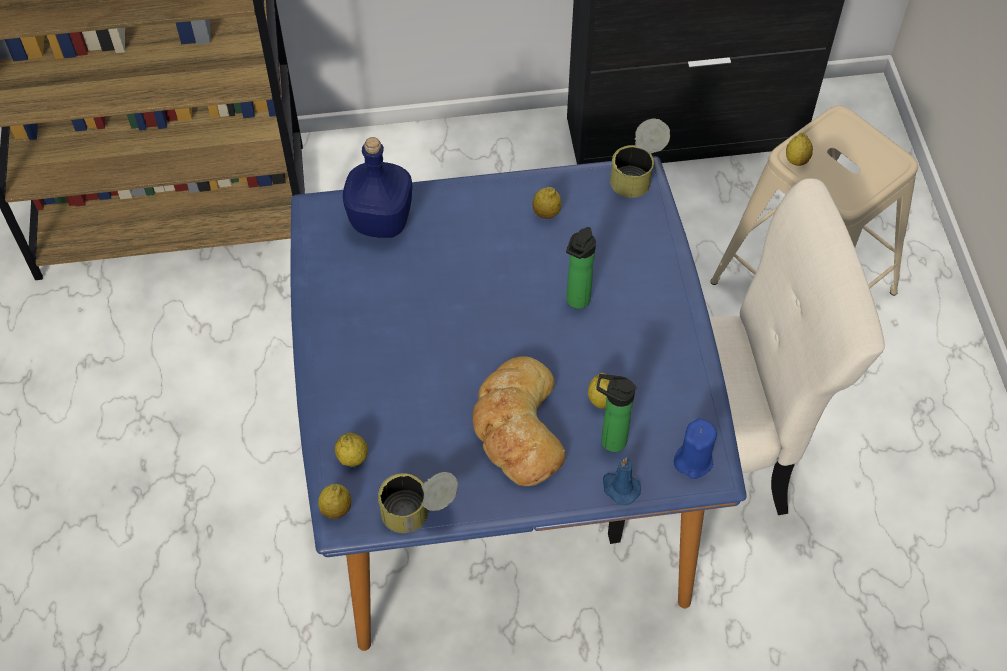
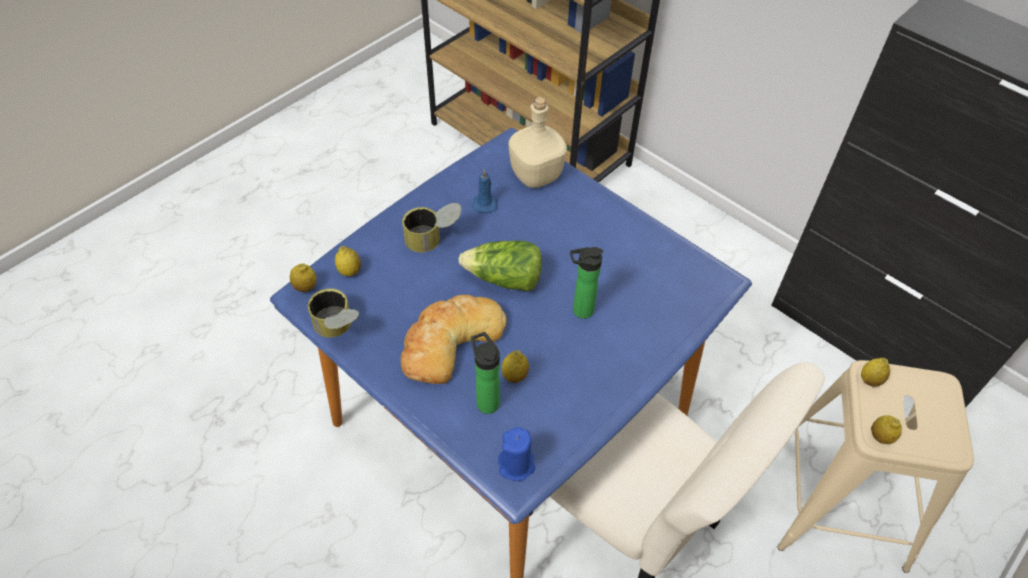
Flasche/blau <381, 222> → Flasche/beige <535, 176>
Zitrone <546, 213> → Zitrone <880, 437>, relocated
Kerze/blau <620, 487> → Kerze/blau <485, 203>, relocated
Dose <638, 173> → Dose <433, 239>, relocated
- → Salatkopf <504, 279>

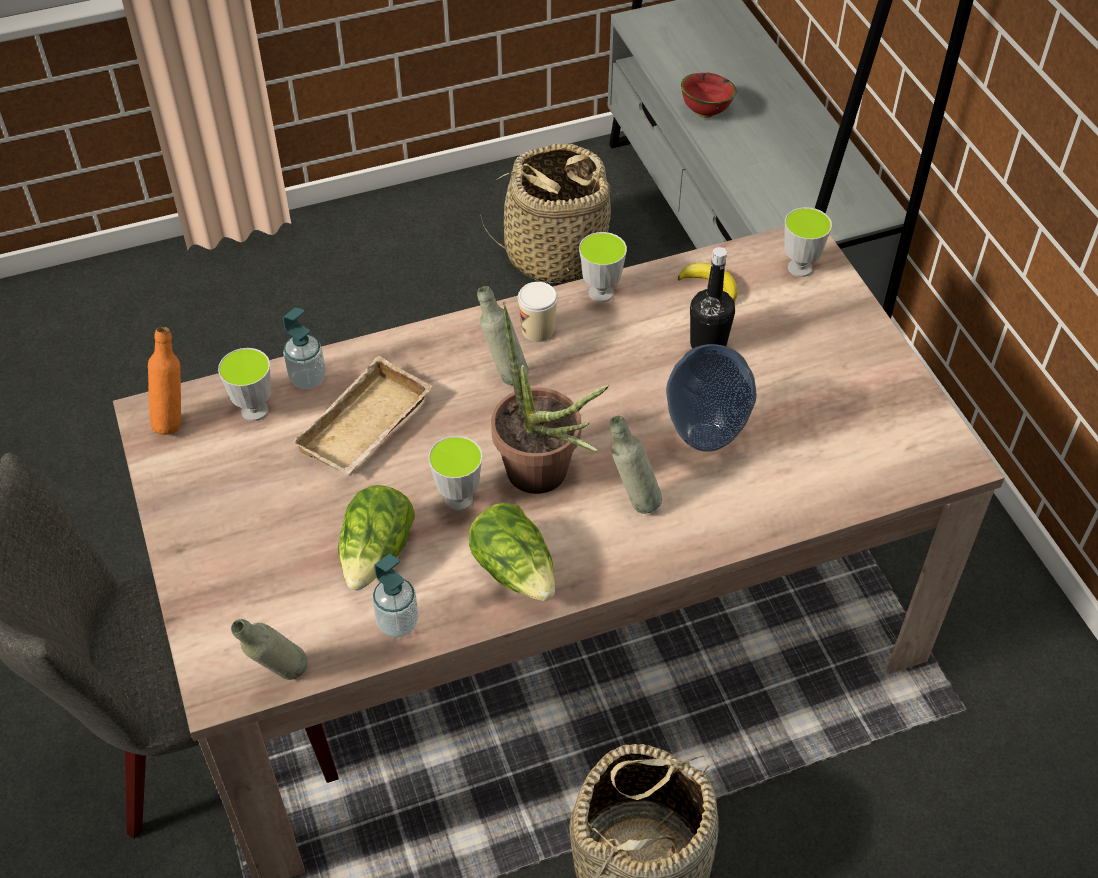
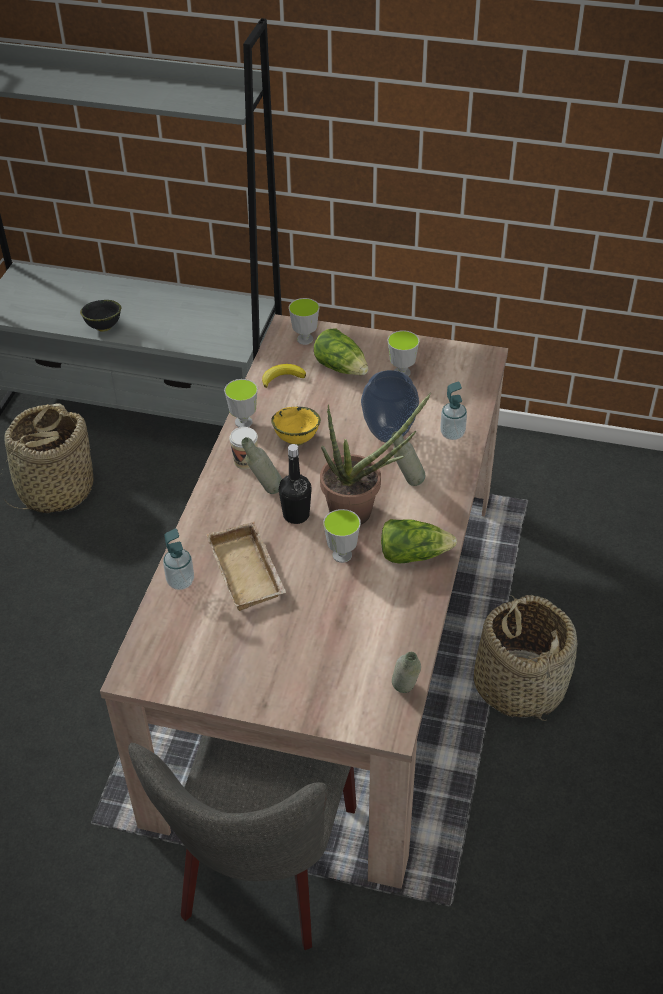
Flasche/orange <174, 419> → -
Tasse <254, 410> → Tasse <402, 373>, relocated
Salatkopf <377, 554> → Salatkopf <341, 368>, relocated
Seifenspender <398, 623> → Seifenspender <452, 433>, relocated
Schüssel/rot <704, 111> → Schüssel/schwarz <103, 327>
Flasche/schwarz <708, 345> → Flasche/schwarz <296, 515>, relocated
- → Schüssel/gelb <295, 440>

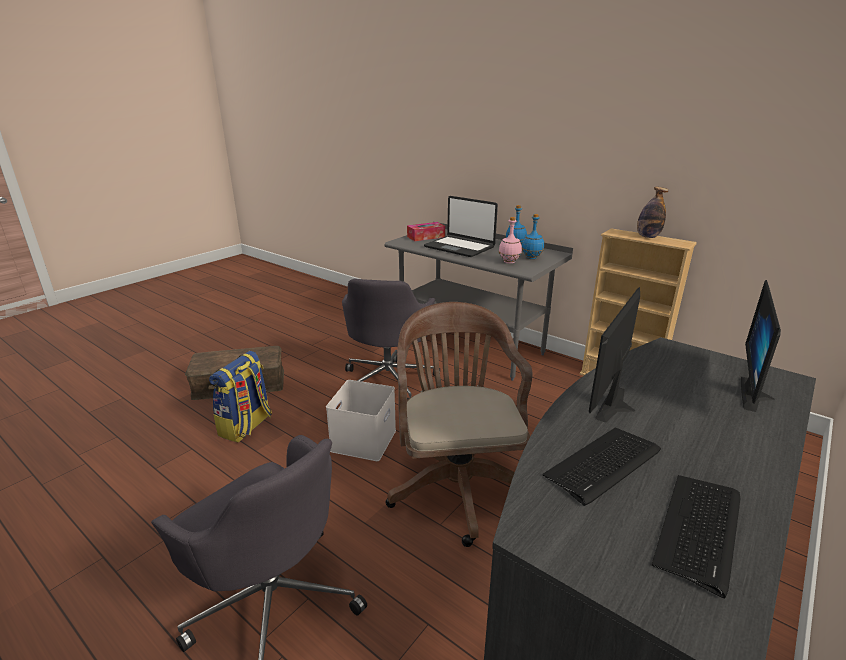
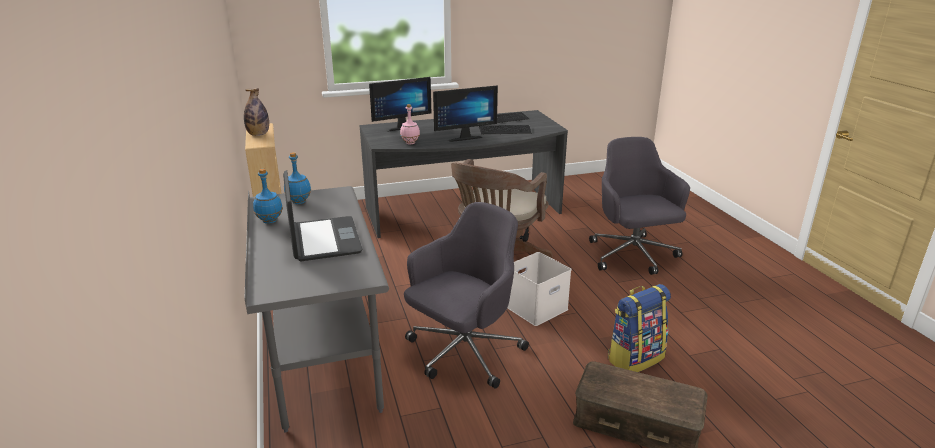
Taschentuchbox <426, 237> → -
Flasche/rosa <509, 262> → Flasche/rosa <410, 143>, relocated

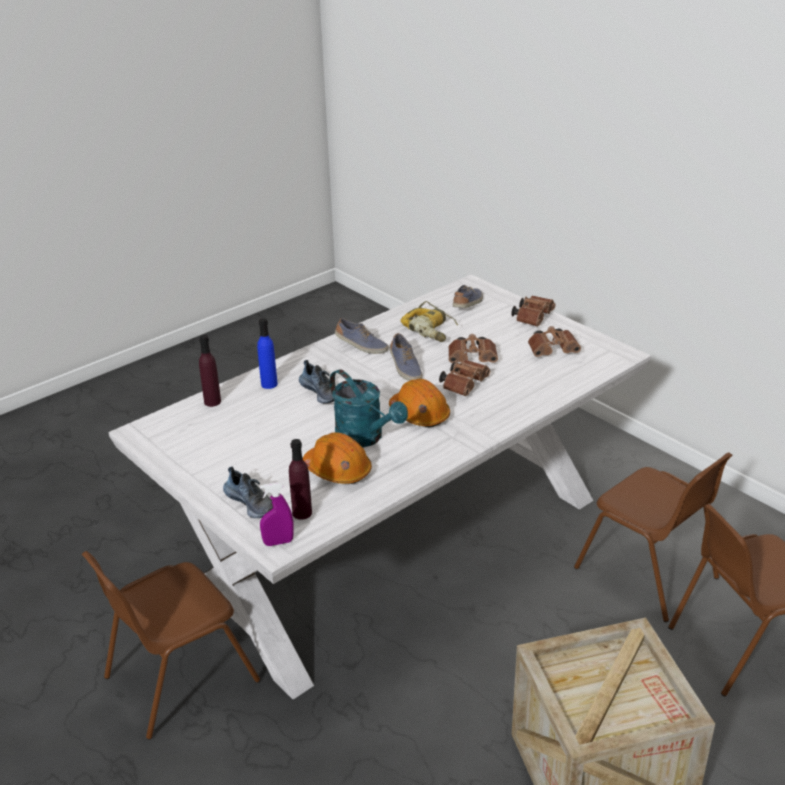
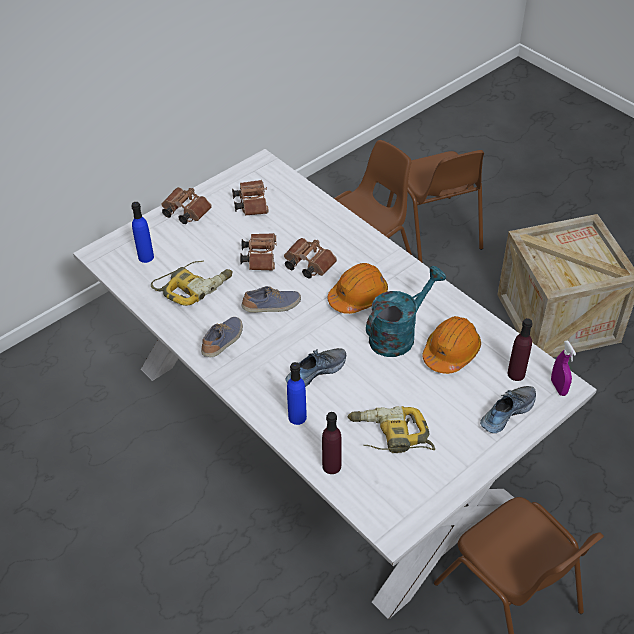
Schuh <468, 304> → Flasche/blau <146, 257>
- → Bohrmaschine <390, 436>

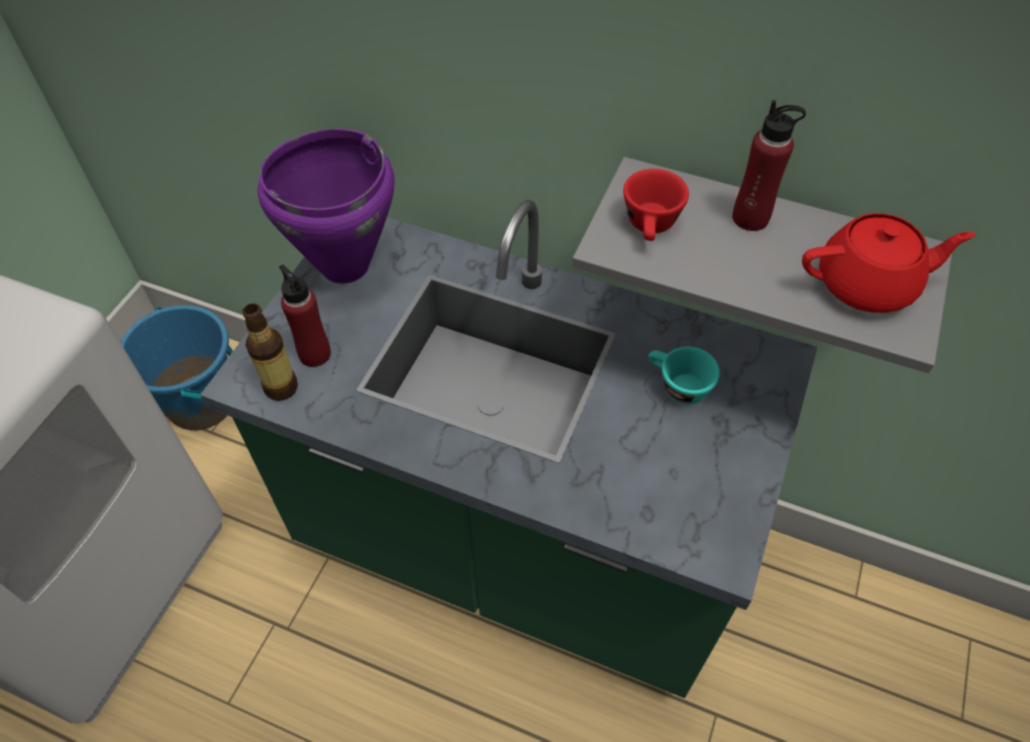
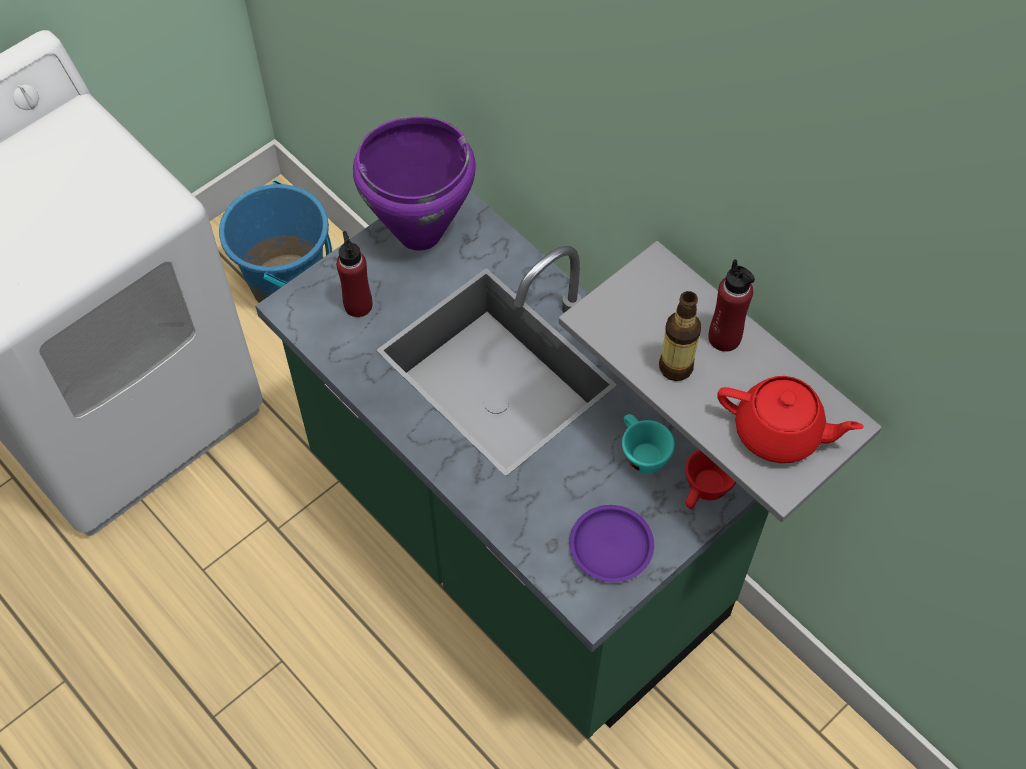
Flasche <281, 387> → Flasche <675, 367>, relocated
Tasse/rot <651, 227> → Tasse/rot <704, 491>, relocated
- → Teller/lila <610, 546>

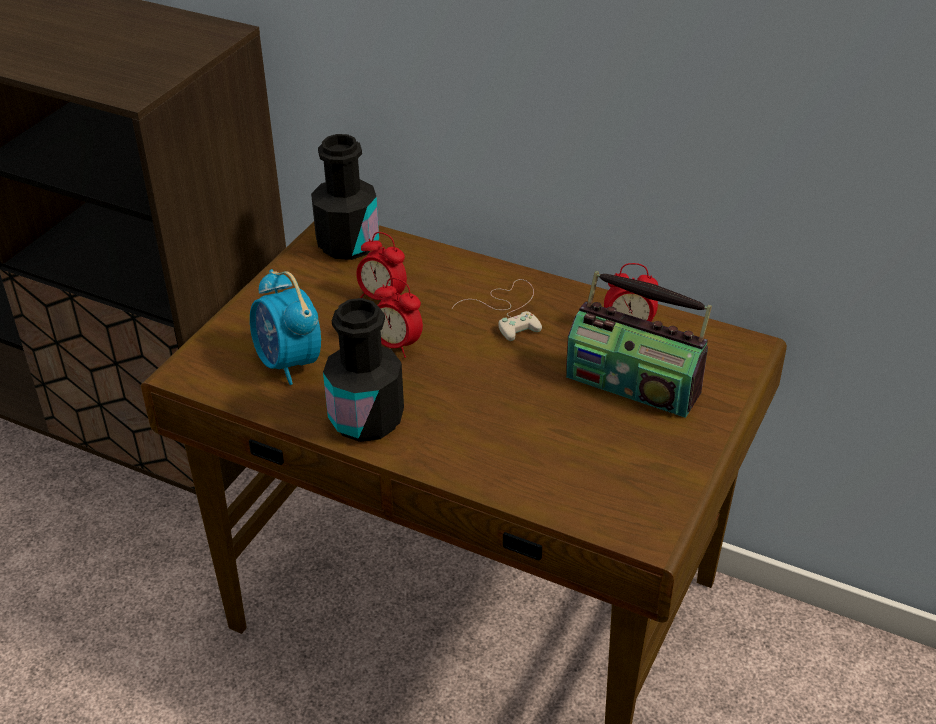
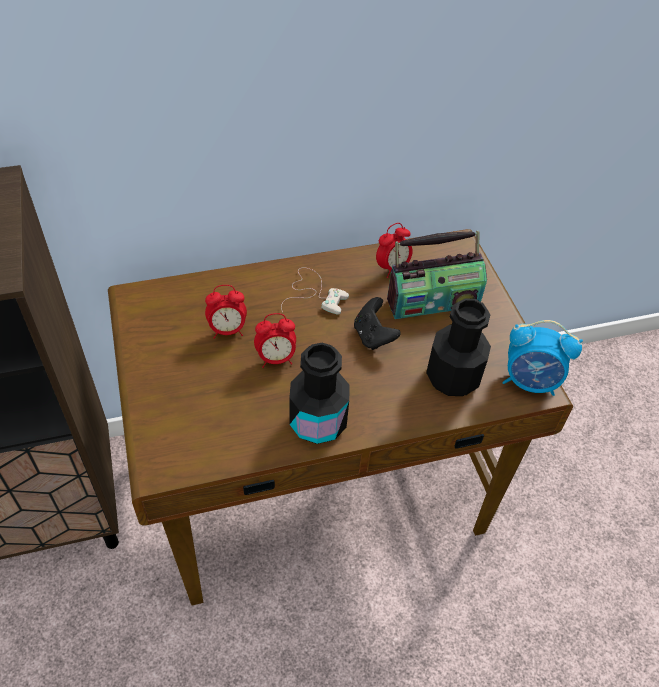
Wecker <289, 363> → Wecker <530, 382>, relocated
Flasche/schwarz <347, 244> → Flasche/schwarz <453, 377>, relocated
- → Gamepad/schwarz <373, 336>

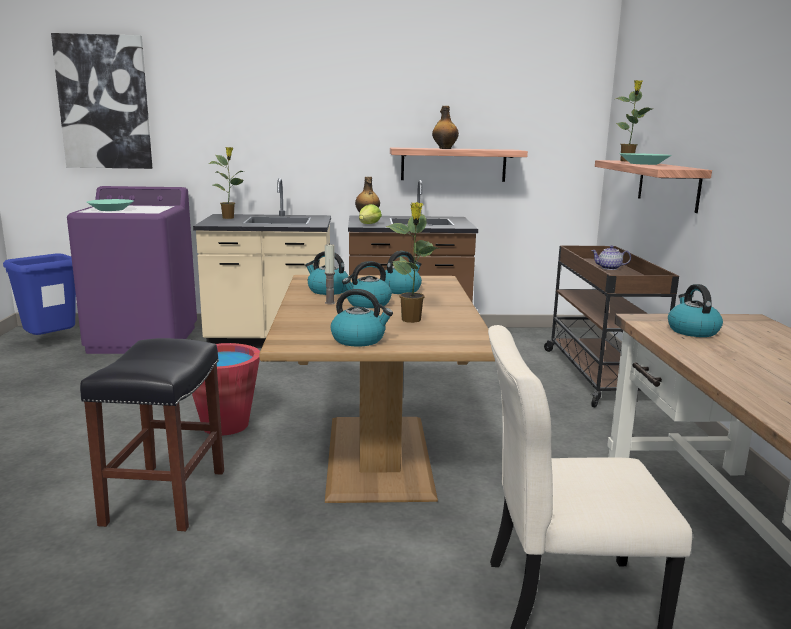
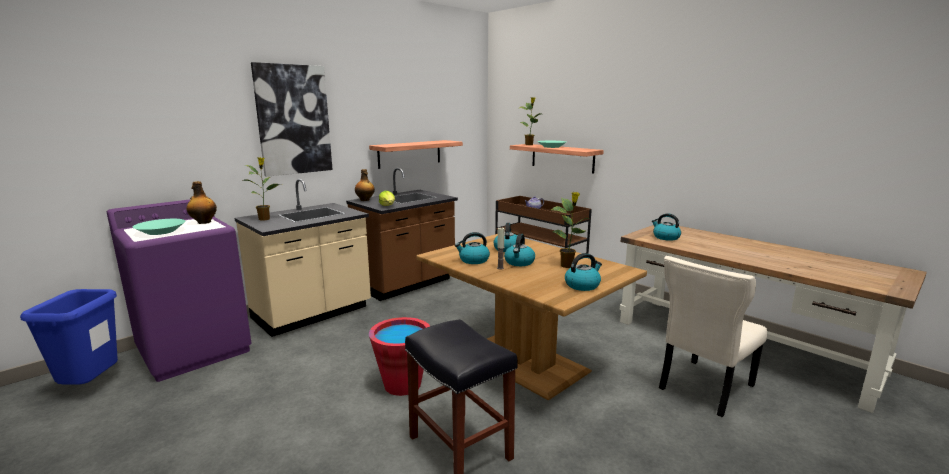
Bild <104, 103> → Bild <293, 120>, relocated
Flasche <444, 148> → Flasche <203, 222>, relocated

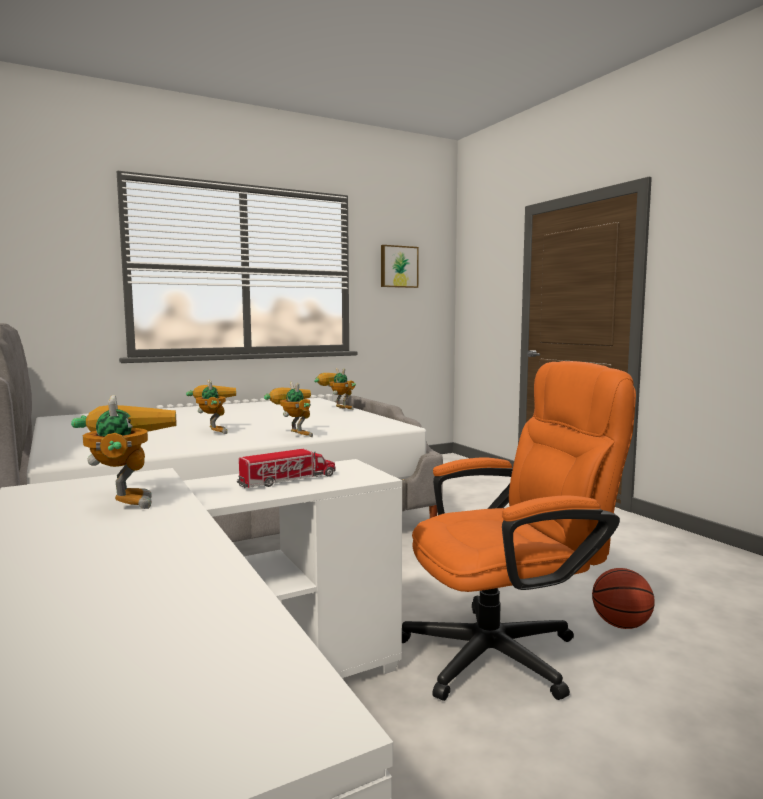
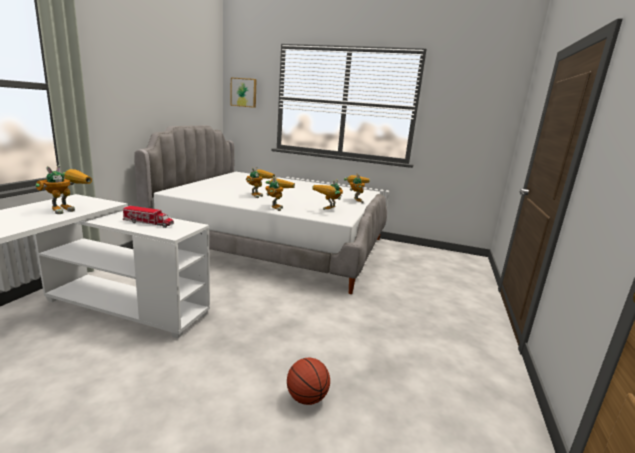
Bild <398, 267> → Bild <244, 92>, relocated
Bürostuhl/orange <507, 651> → -
- → Spielzeugroboter <328, 211>

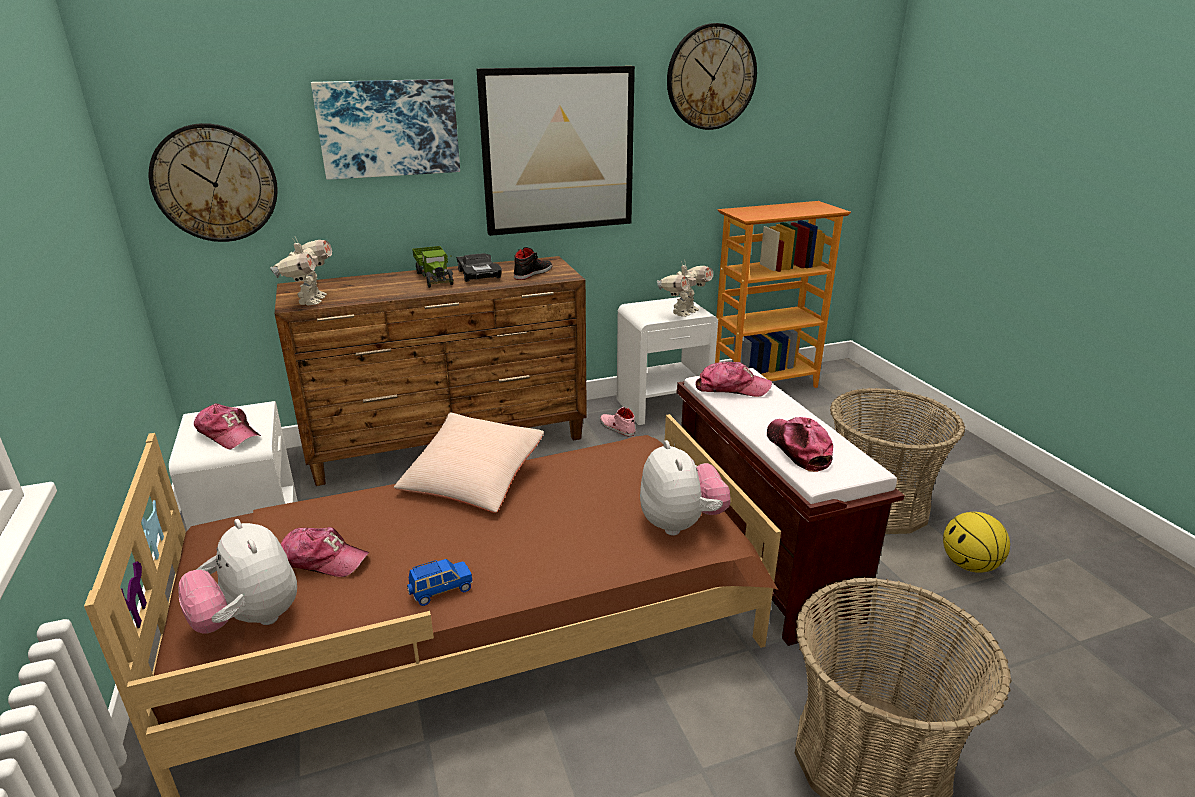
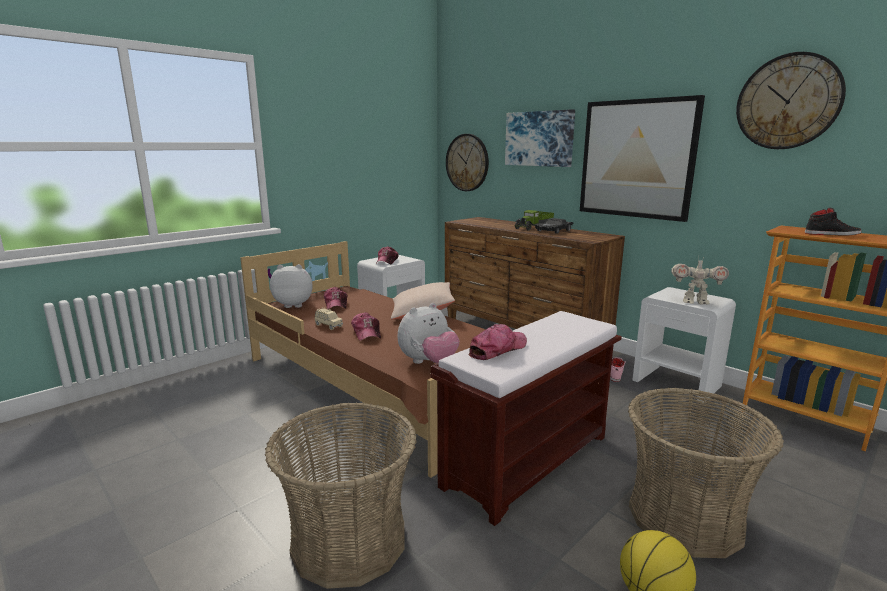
Plüschtier <250, 620> → Plüschtier <294, 305>, 60 degrees clockwise
Spielzeugroboter <310, 301> → -
Spielzeugauto/blau <440, 591> → Spielzeugauto/beige <328, 326>
Schuh/schwarz <532, 273> → Schuh/schwarz <831, 234>, relocated
Kappe <731, 388> → Kappe <367, 333>, relocated

